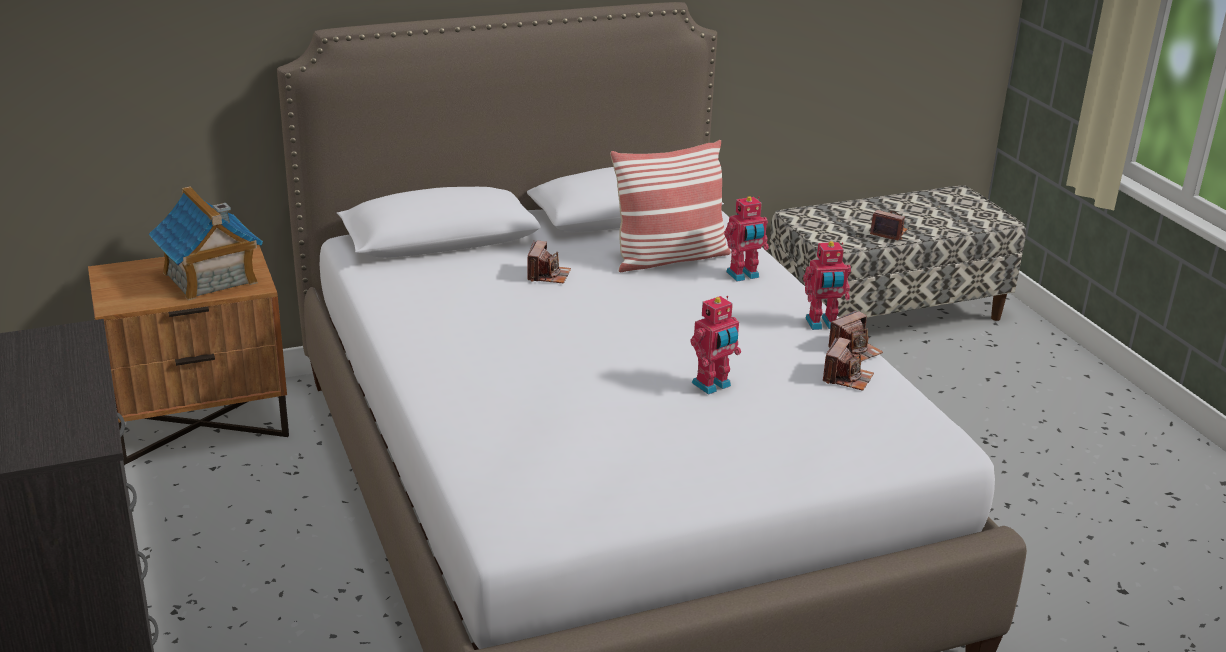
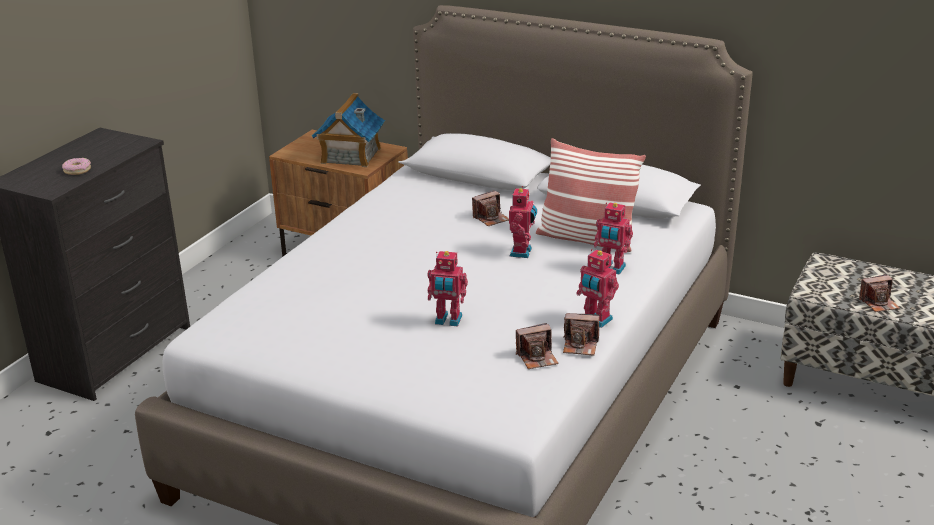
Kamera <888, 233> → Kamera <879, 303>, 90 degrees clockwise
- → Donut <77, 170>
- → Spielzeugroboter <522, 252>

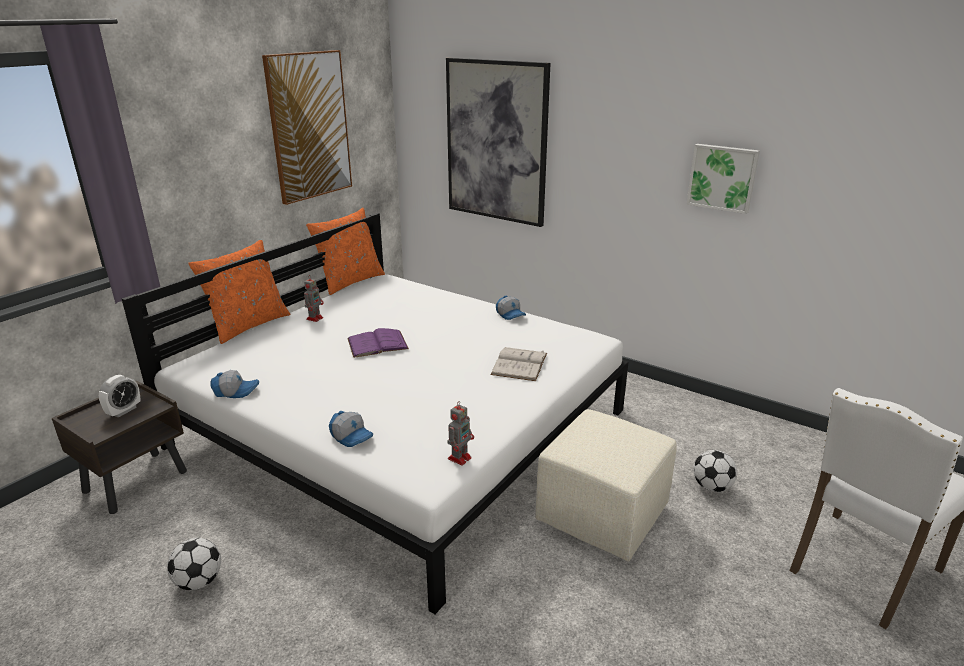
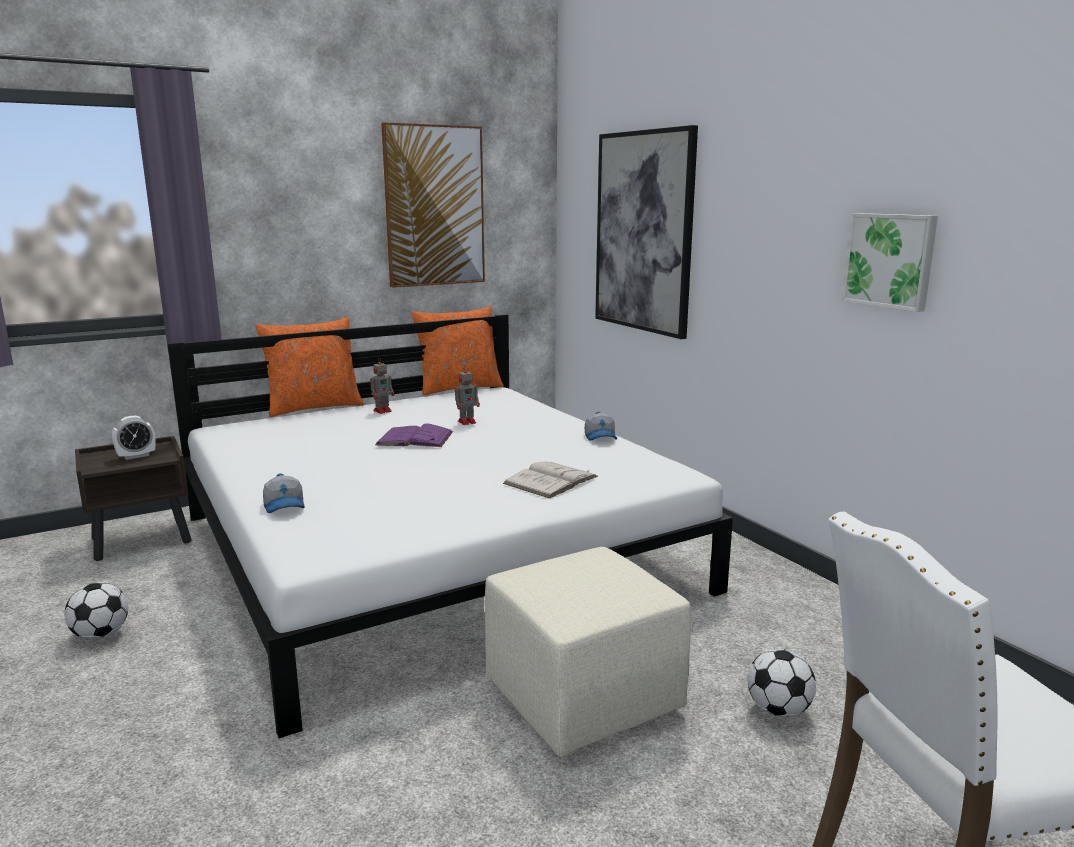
Kappe <236, 391> → -
Spielzeugroboter <460, 457> → Spielzeugroboter <467, 422>, relocated

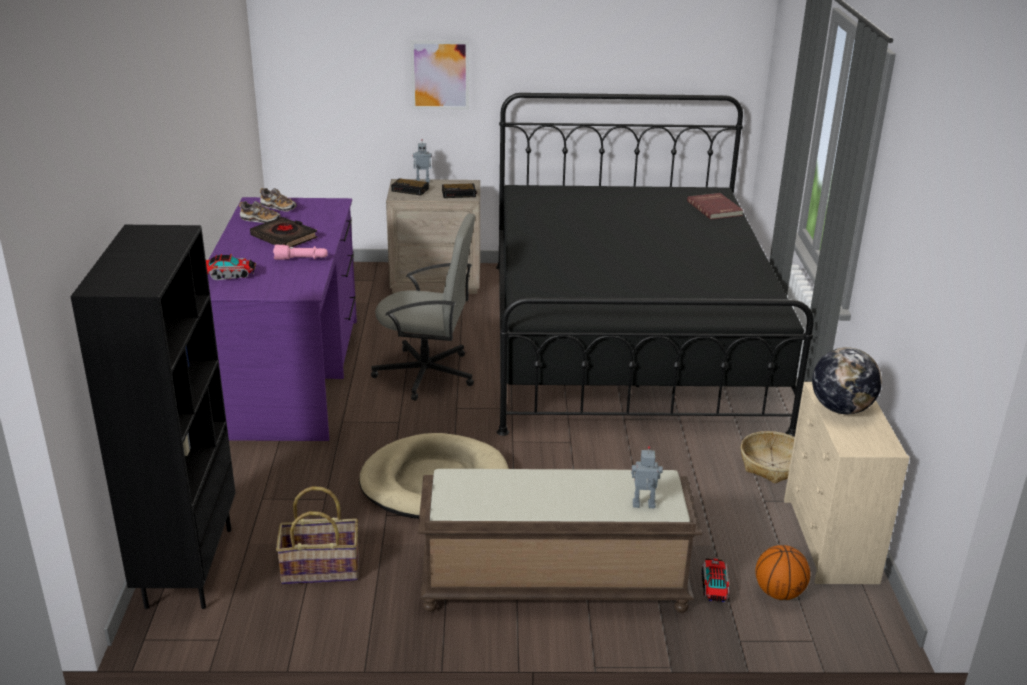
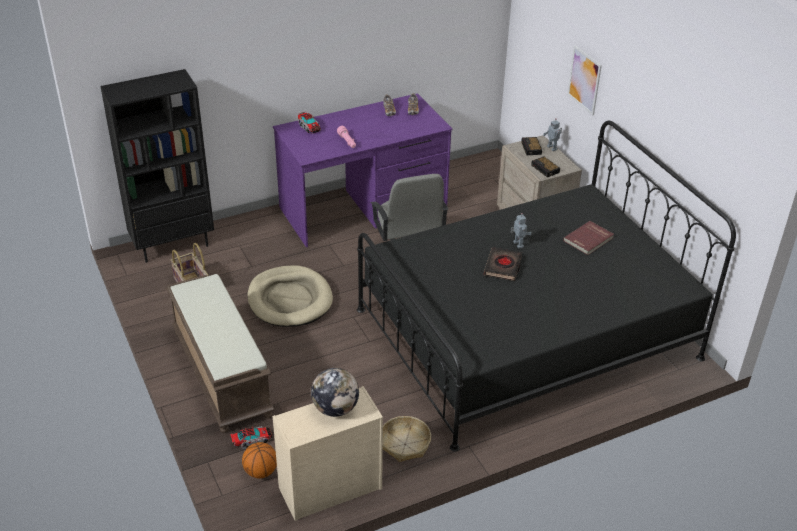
Buch/schwarz <284, 237> → Buch/schwarz <503, 267>, relocated
Spielzeugroboter <643, 505> → Spielzeugroboter <517, 244>, relocated
Buch/rot <715, 208> → Buch/rot <589, 239>, relocated

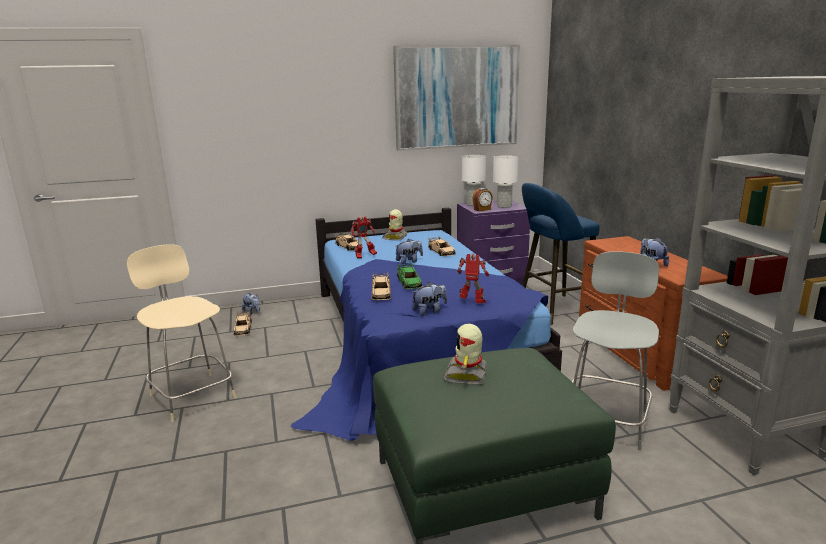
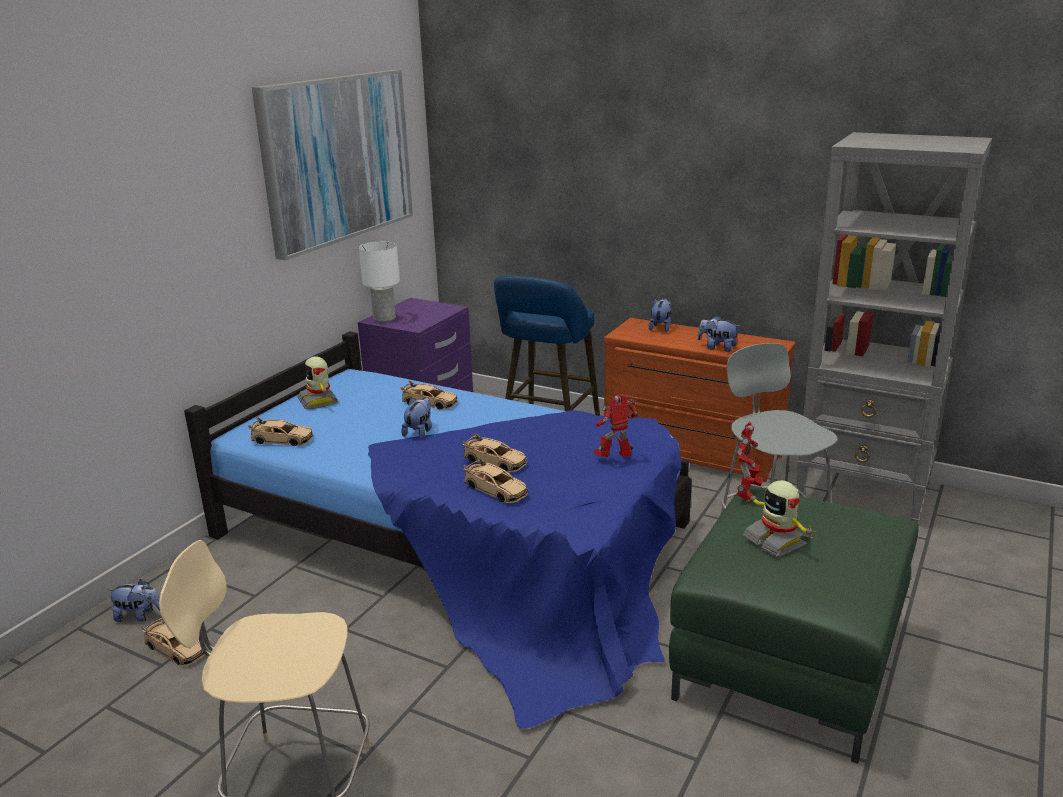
Spielzeugroboter <364, 256> → Spielzeugroboter <747, 494>, relocated
Spielzeugauto/grün <409, 282> → Spielzeugauto/beige <495, 462>
Plüschtier <429, 311> → Plüschtier <660, 327>, relocated
Wecker <482, 209> → -
Tischlampe/weiß <504, 206> → -

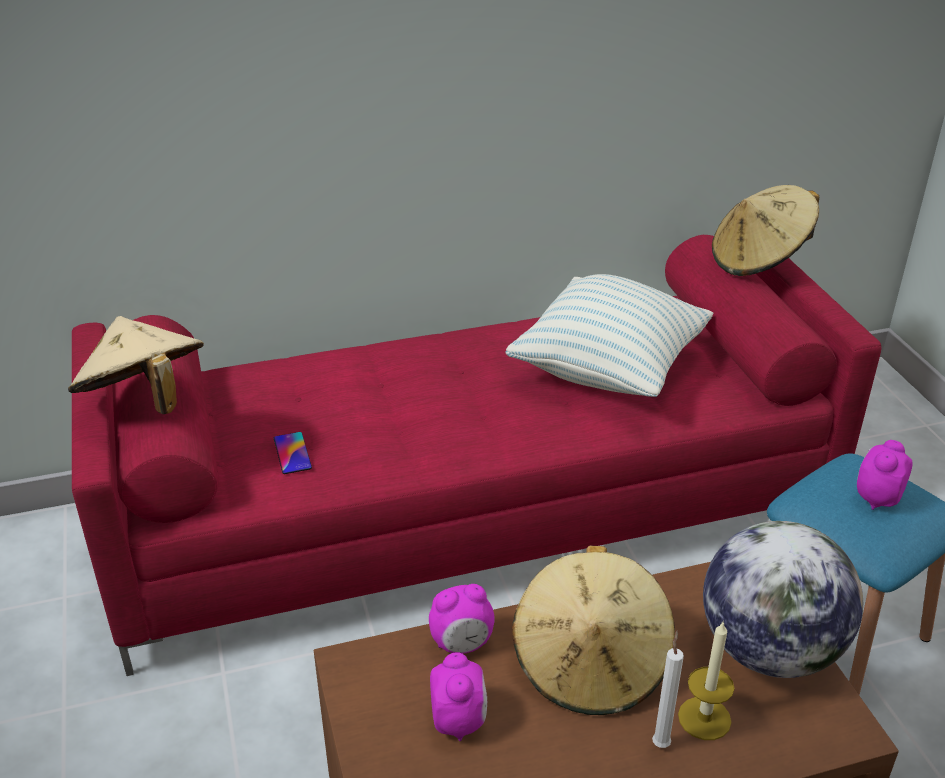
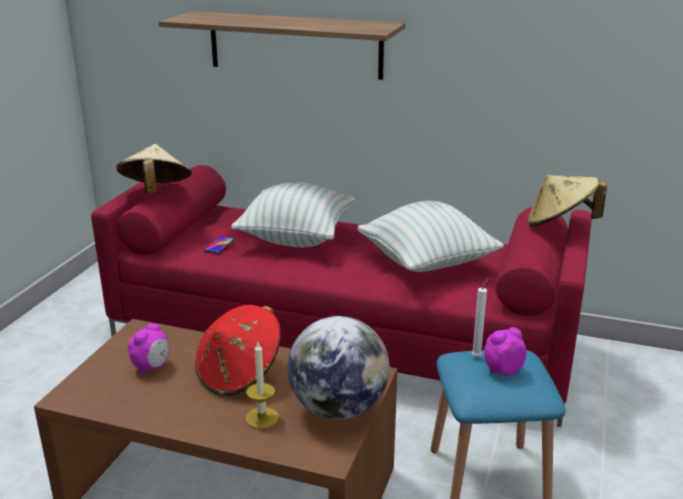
Wecker <462, 643> → -
Hut/beige <591, 664> → Hut/rot <239, 374>
Kerze/weiß <661, 742> → Kerze/weiß <477, 356>, relocated
- → Wandregal <295, 45>
- → Kissen <296, 238>

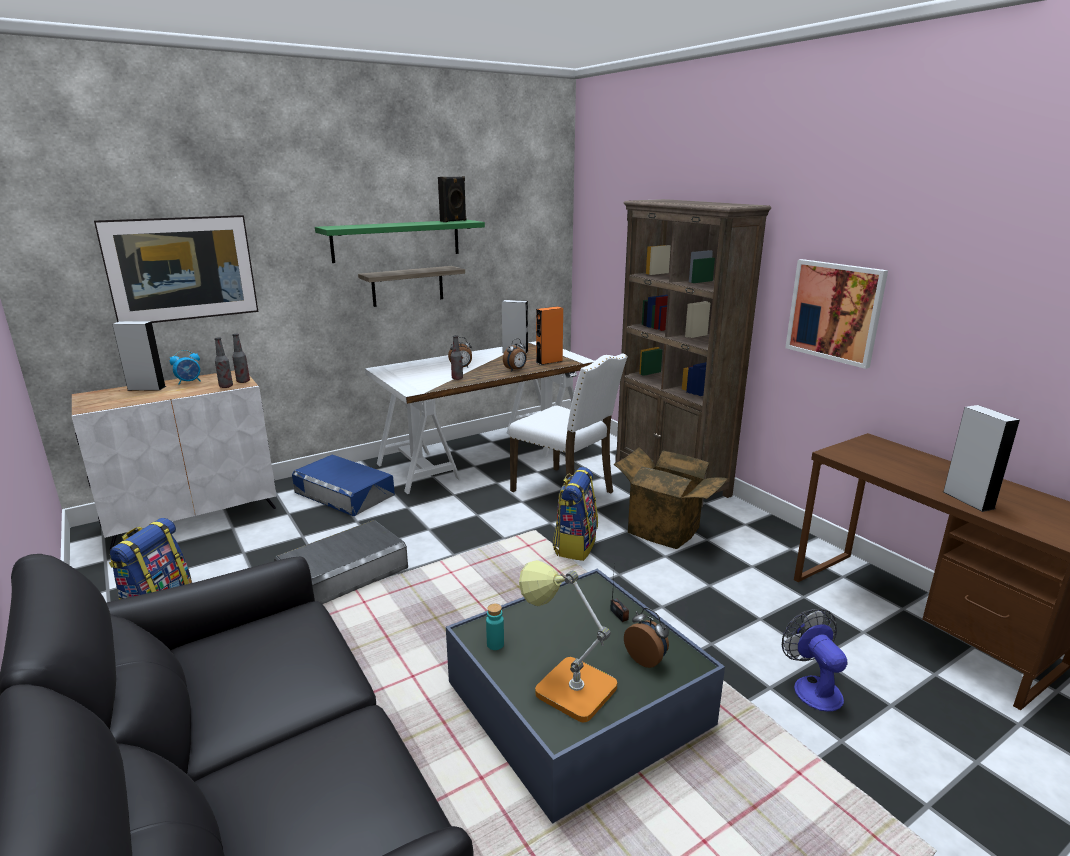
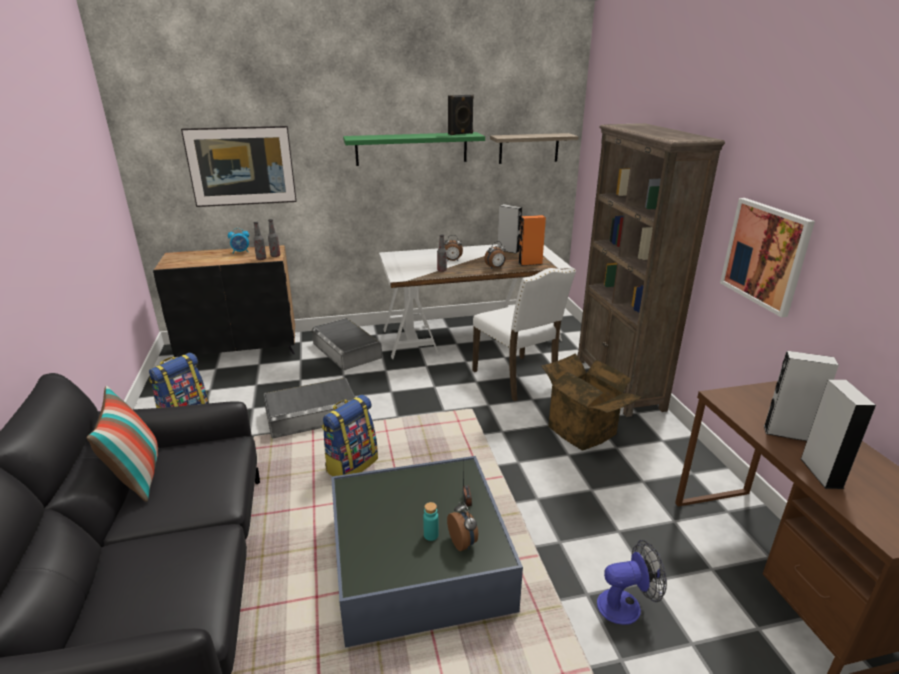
Schrank/weiß <194, 515> → Schrank/schwarz <240, 349>
Lautsprecher/grau <146, 388> → Lautsprecher/grau <787, 433>, relocated
Aufbewahrungsbox/blau <344, 493> → Aufbewahrungsbox/grau <347, 350>
Wandregal <407, 286> → Wandregal <529, 148>, relocated
Flasche/türkis <495, 644> → Flasche/türkis <431, 535>, relocated
Tischlampe <567, 686> → -
Rucksack <575, 545> → Rucksack <351, 464>, relocated
Ventilator <812, 687> → Ventilator <626, 605>, 75 degrees clockwise
- → Kissen <137, 476>

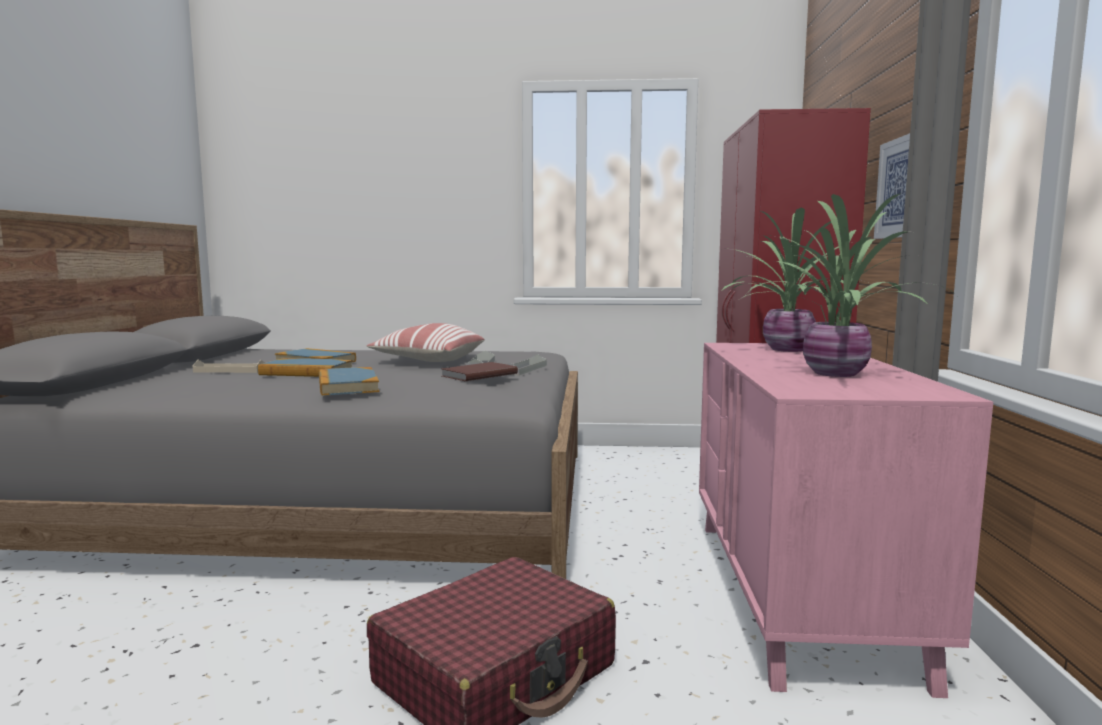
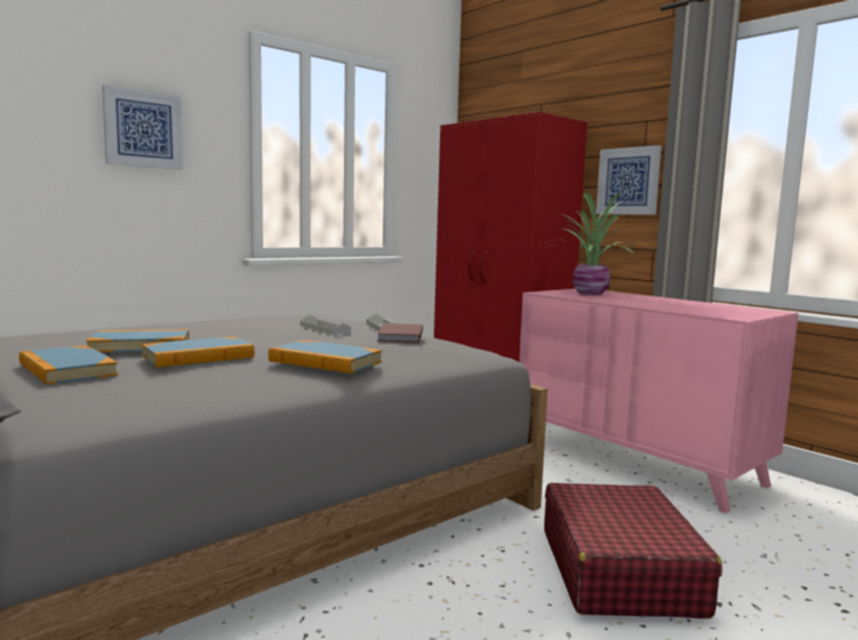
Tablett/beige <230, 370> → Buch <67, 370>
Kissen <428, 360> → -
Topfpflanze <833, 374> → -
- → Bild <143, 129>

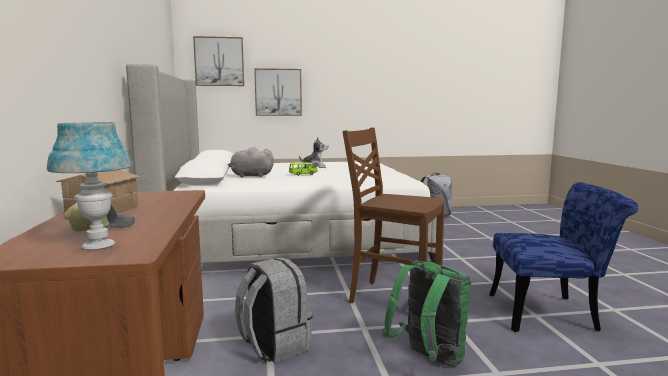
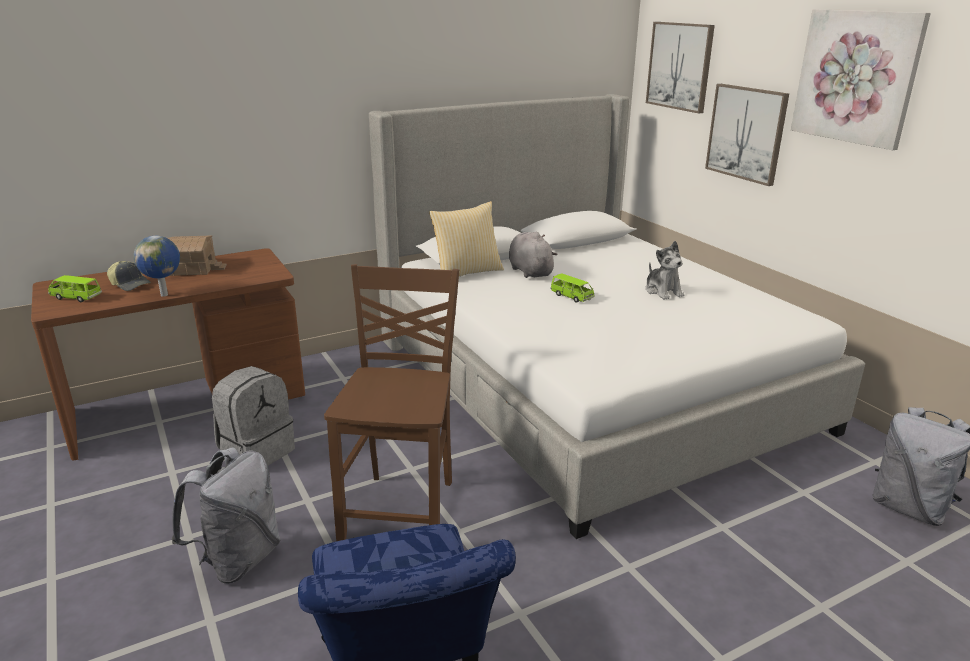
Tischlampe/blau <98, 246> → Spielzeugauto/grün <76, 297>
Rucksack/grün <428, 359> → Rucksack/grau <238, 559>
- → Globus <165, 295>
- → Kissen <466, 272>
- → Bild <857, 77>

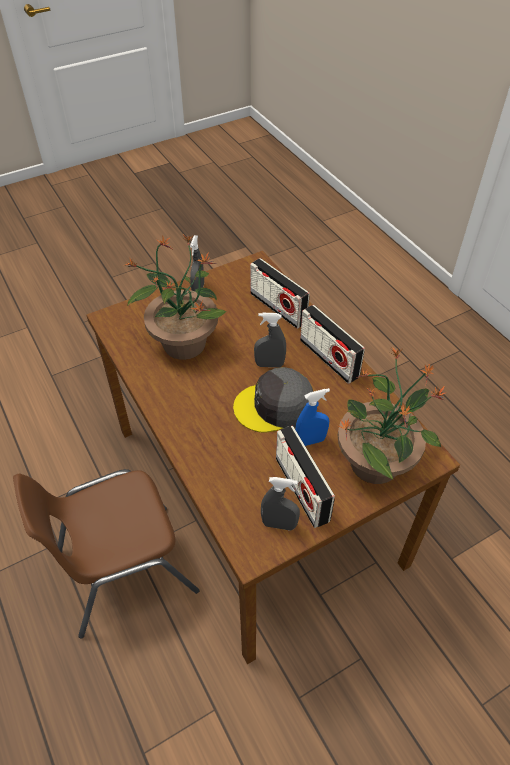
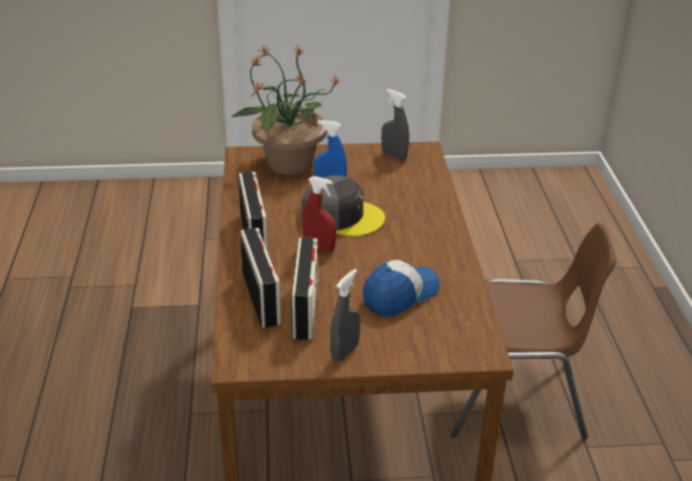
Topfpflanze <183, 343> → Kappe <400, 295>
Sprühflasche/grau <269, 364> → Sprühflasche/rot <319, 248>
Radio <302, 489> → Radio <305, 309>, relocated

